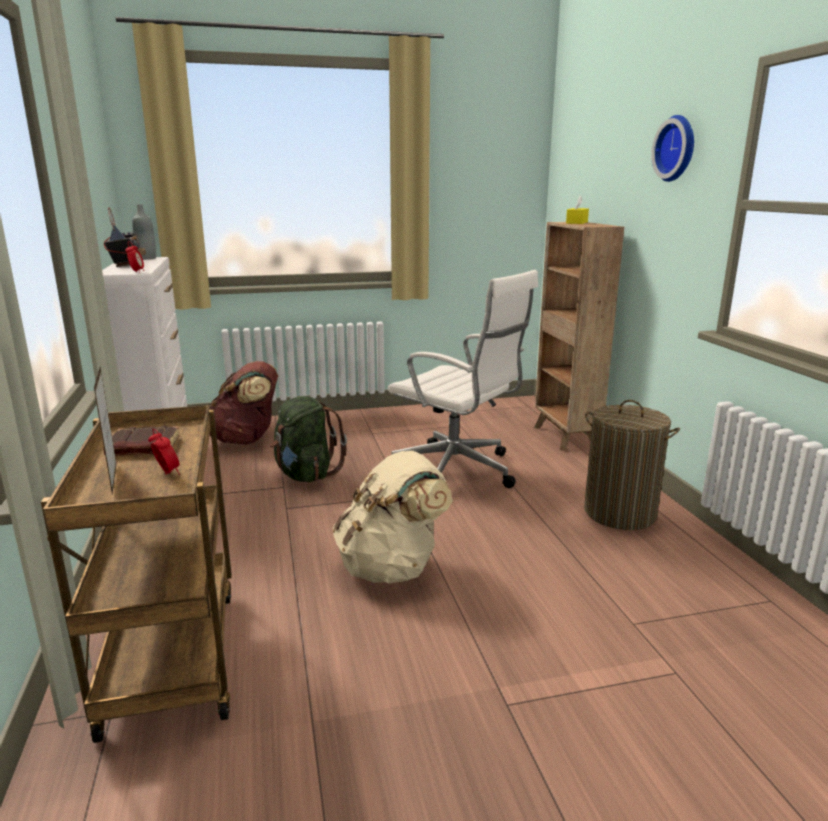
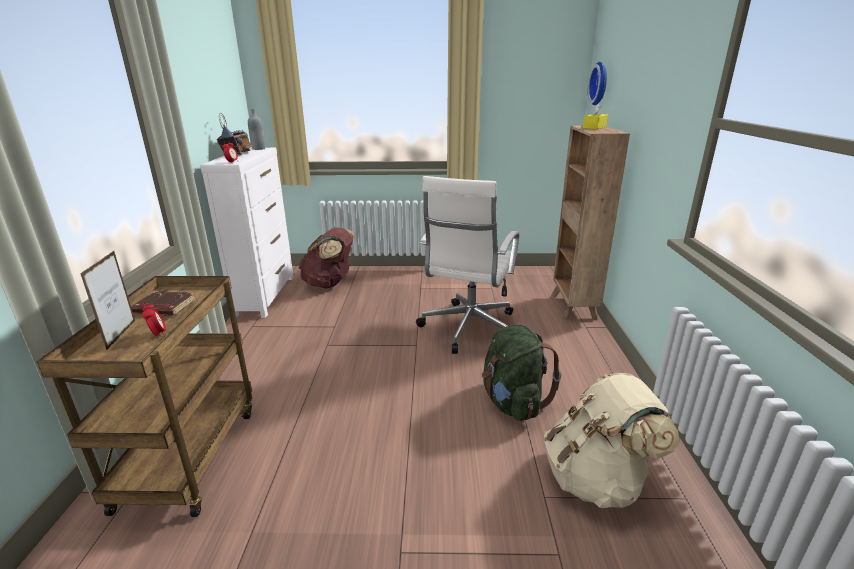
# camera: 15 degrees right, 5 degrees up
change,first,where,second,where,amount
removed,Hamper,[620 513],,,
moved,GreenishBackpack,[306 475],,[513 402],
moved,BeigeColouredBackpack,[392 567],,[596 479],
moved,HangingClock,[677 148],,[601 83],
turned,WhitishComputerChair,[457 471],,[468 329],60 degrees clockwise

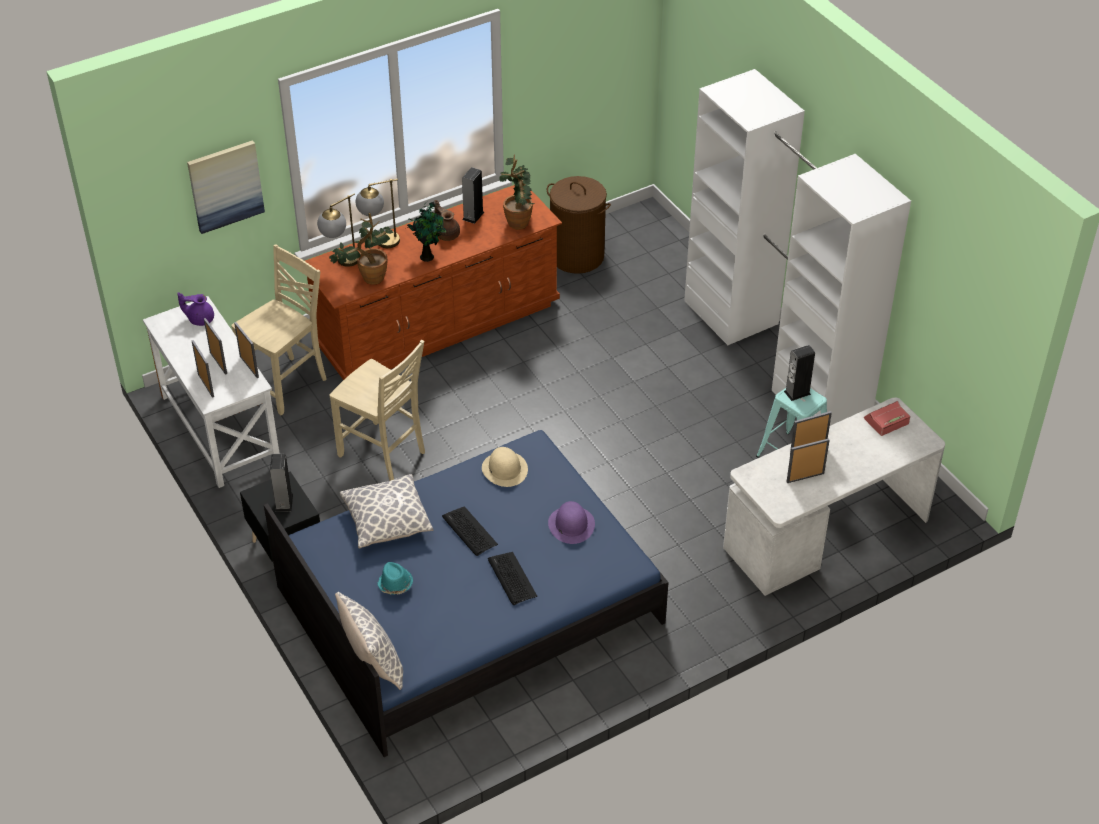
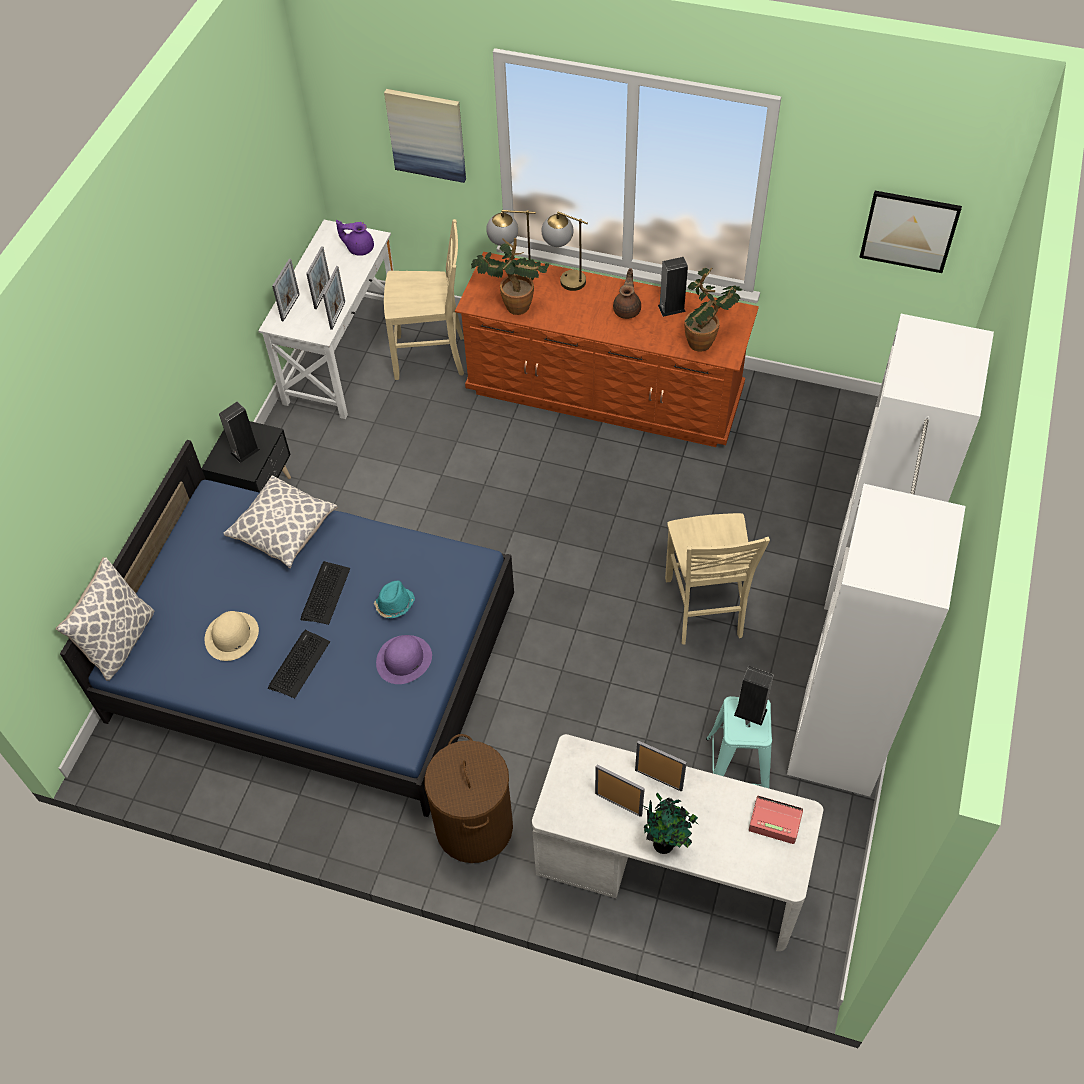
# camera: 50 degrees right, 10 degrees up
change,first,where,second,where,amount
added,,,WallArt,[909 231],
moved,BeigeColouredPlainChair,[383 454],,[704 609],
moved,BlueGreenHat,[395 584],,[394 604],
moved,PottedPlant,[428 256],,[665 844],
moved,BeigeColouredHat,[505 469],,[232 636],
moved,BrownHamper,[577 256],,[474 827],
turned,PurplishPotForTea,[200 319],,[359 248],45 degrees counterclockwise

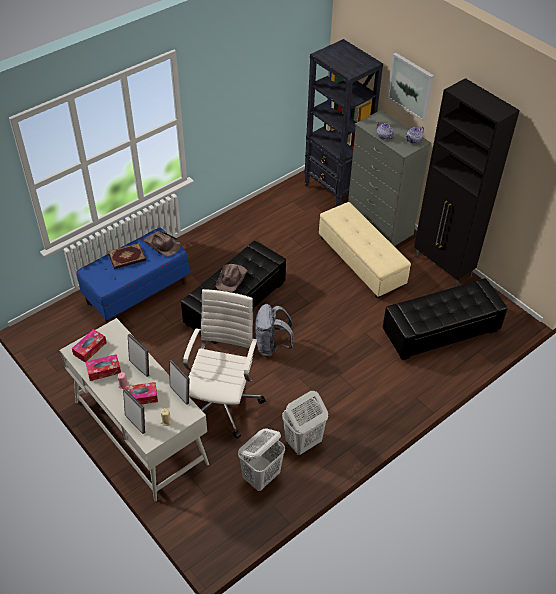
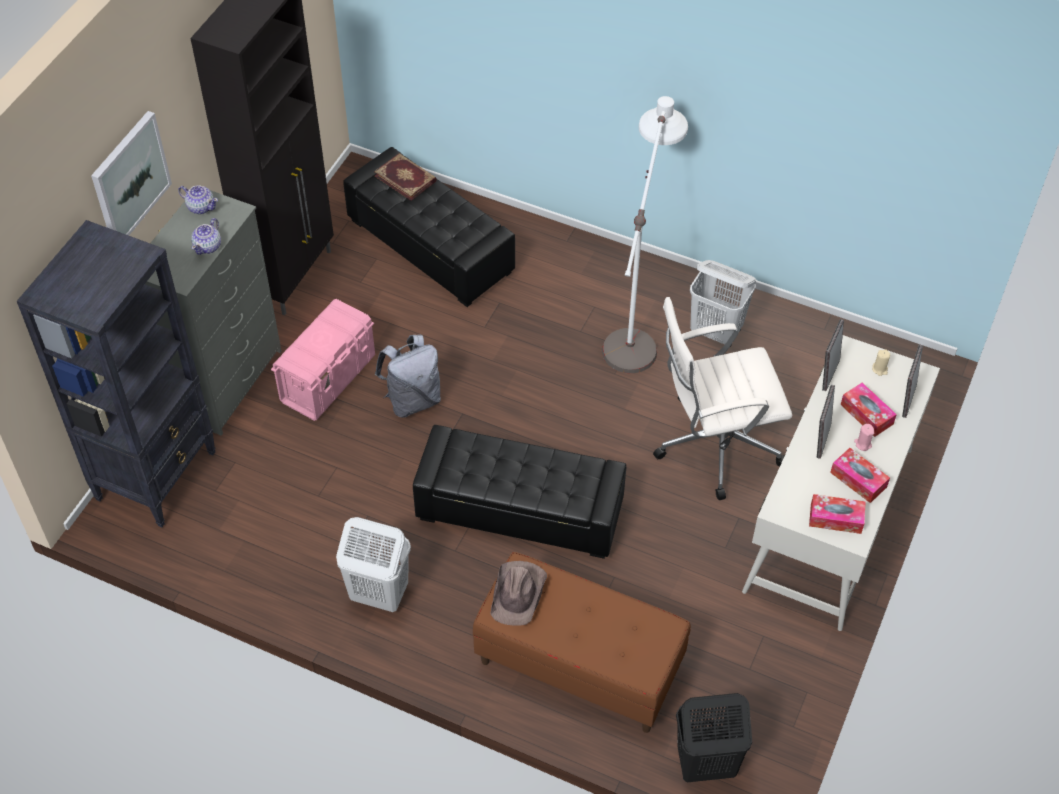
# camera: 115 degrees left, 5 degrees up
change,first,where,second,where,amount
removed,BrownHat,[232 278],,,
added,,,WhitishStandardLamp,[637 322],
added,,,BlackColouredHamper,[705 764],
moved,BoundBook,[127 258],,[406 178],
moved,WhitishHamper,[261 476],,[378 594],
moved,GreyBackpack,[272 346],,[412 400],
replaced,BeigeColouredPouffe,[361 260],PinkColouredStorageBin,[328 379],
recoloured,BluishLongSeat,[137 292],BrownLongSeat,[578 665],

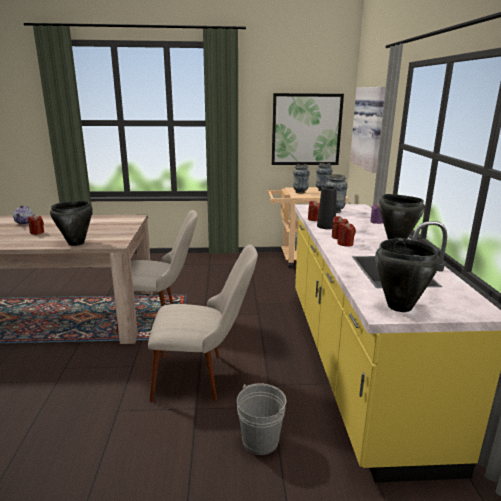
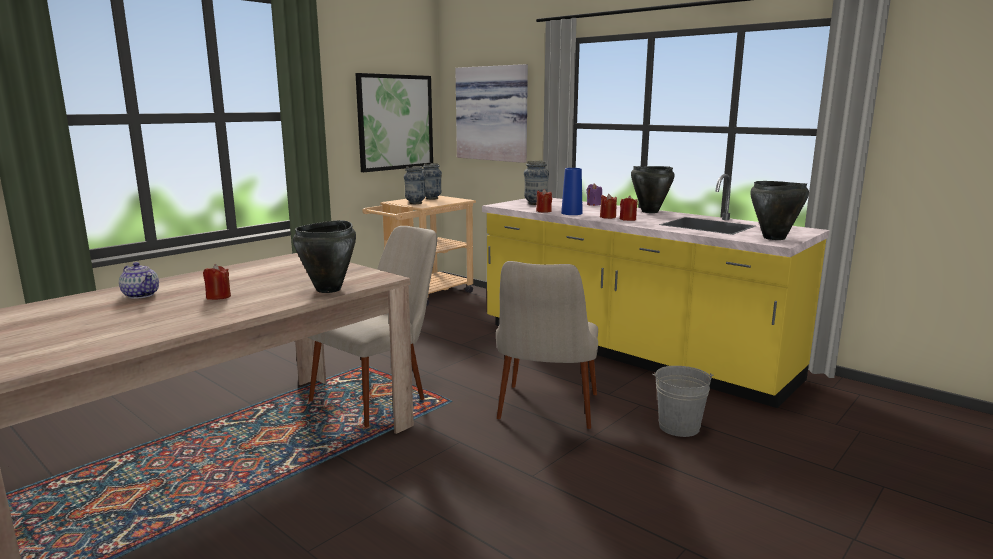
# camera: 45 degrees left, 5 degrees down
change,first,where,second,where,amount
recoloured,BlackColouredDecorativeVase,[326 226],BluishDecorativeVase,[571 213],
turned,BeigeColouredPlainChair,[203 376],,[545 415],150 degrees clockwise

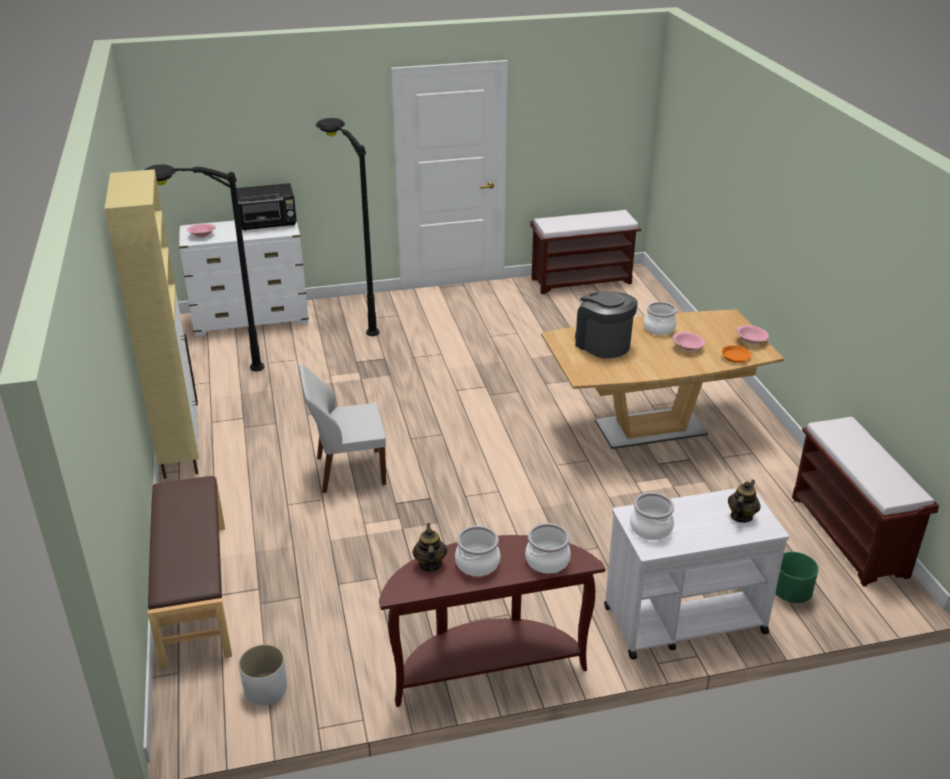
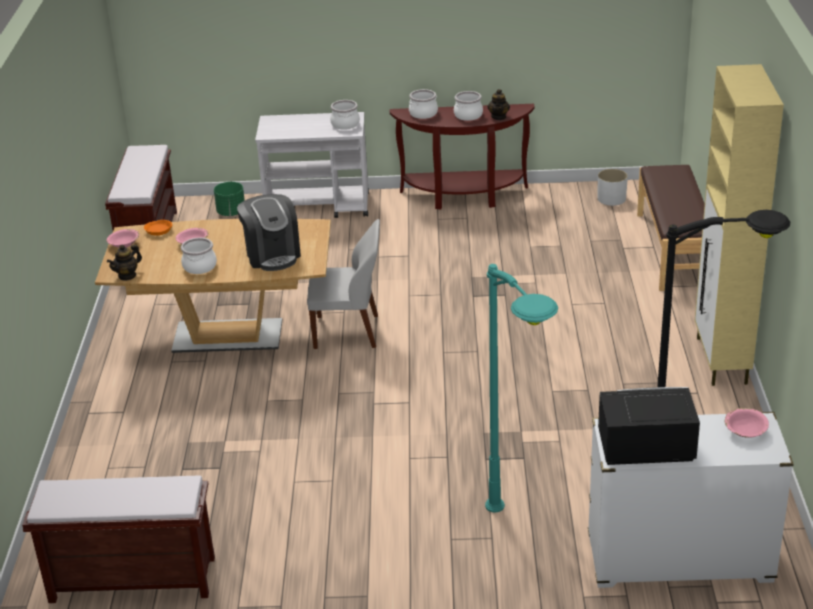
# camera: 165 degrees left, 0 degrees up
change,first,where,second,where,amount
moved,WhitishPlainChair,[348 471],,[349 332],
moved,PotForTea,[741 516],,[127 275],
recoloured,BlackColouredStandardLamp,[352 316],BlueGreenStandardLamp,[520 545],

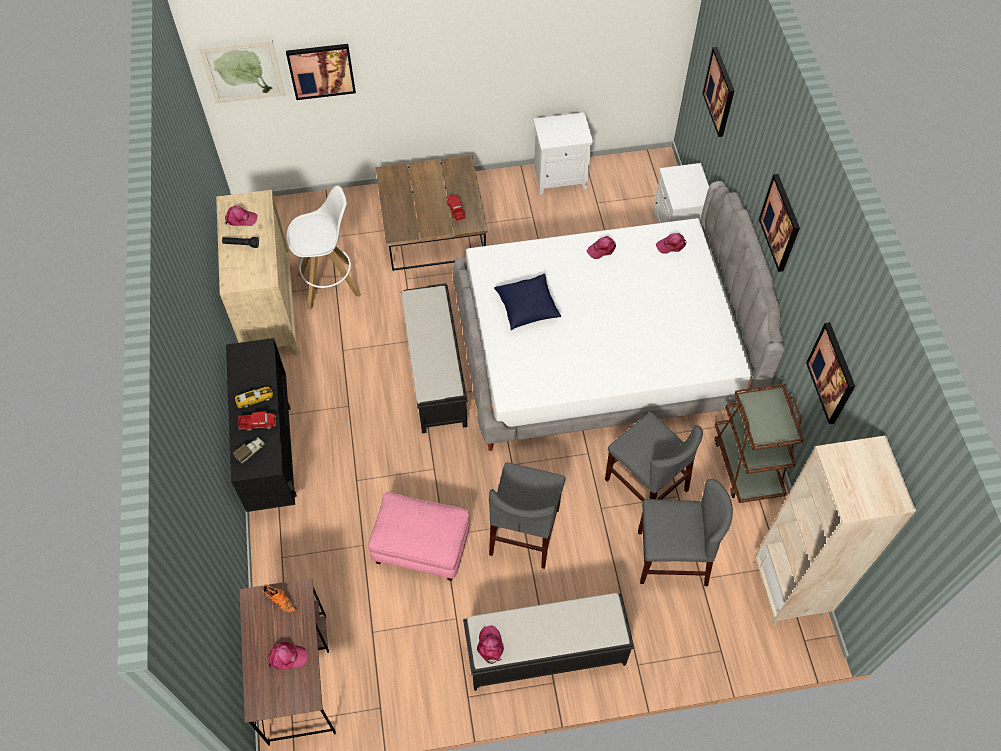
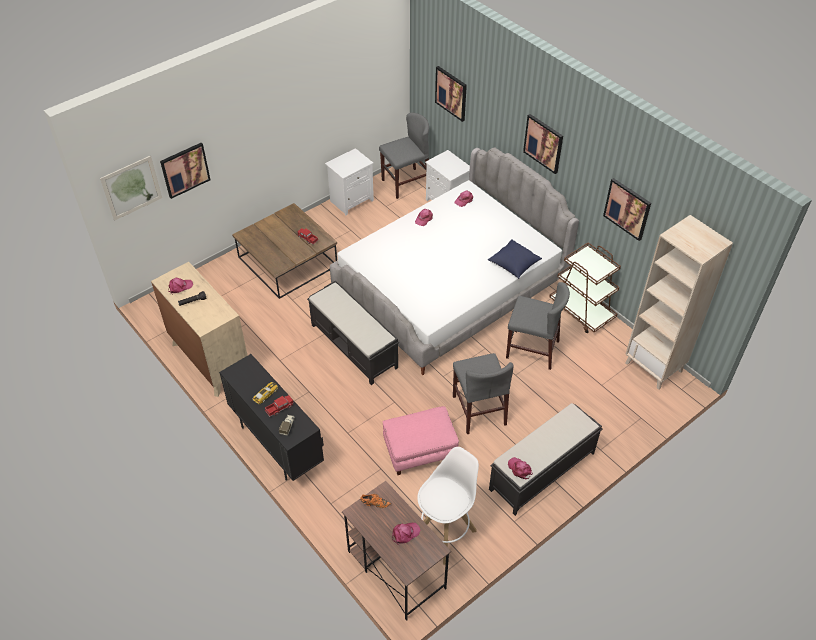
# camera: 30 degrees left, 10 degrees down
change,first,where,second,where,amount
moved,WhitishSittingStool,[330 284],,[445 533],
moved,BluishThrowPillow,[527 308],,[513 265],
moved,GreyPlainChair,[672 558],,[406 183],

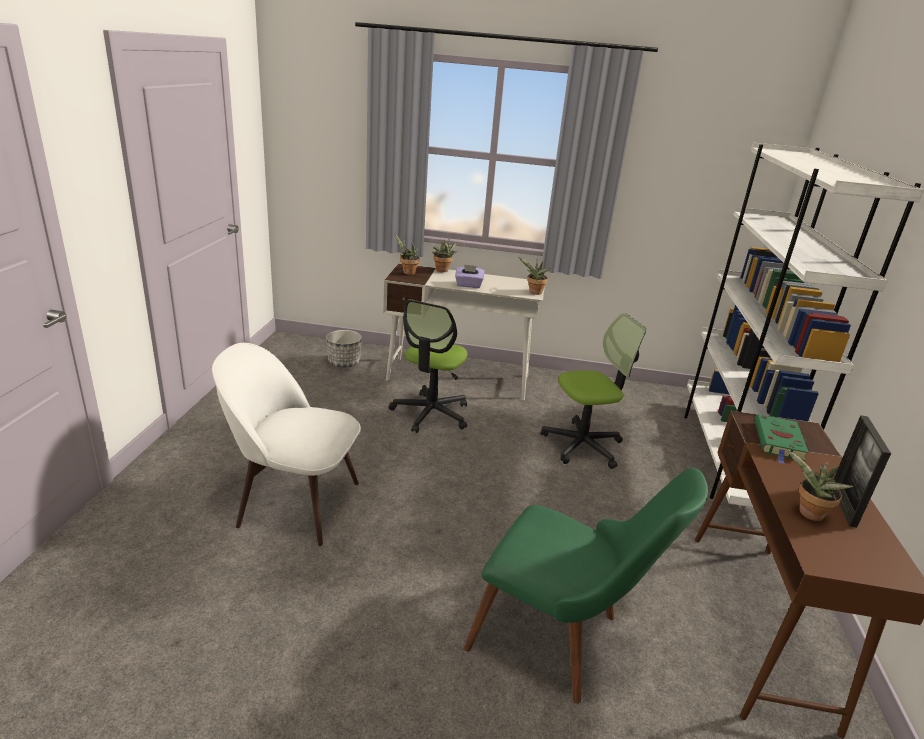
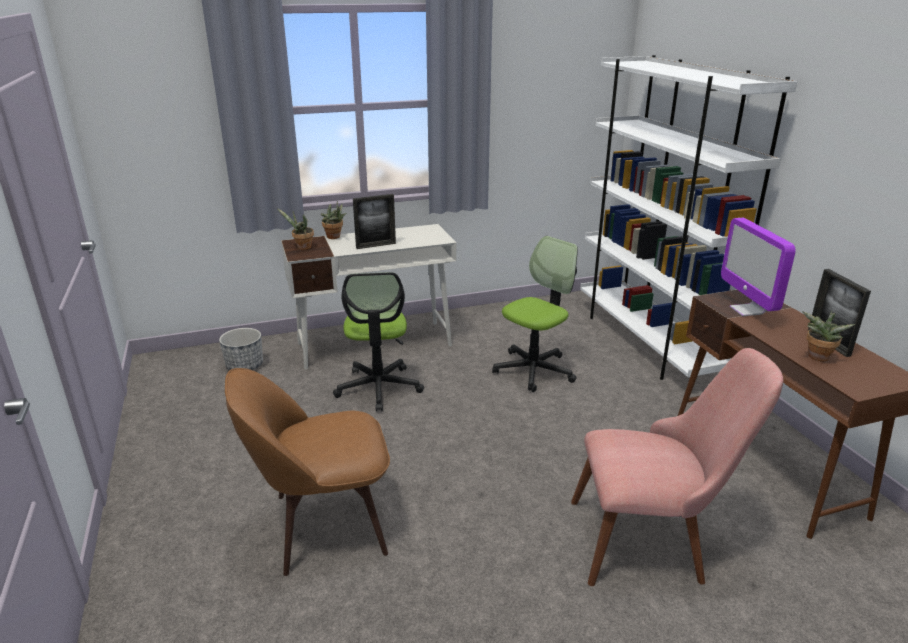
# camera: 25 degrees left, 0 degrees up
change,first,where,second,where,amount
removed,PottedPlant,[534 293],,,
replaced,PurplishTissueHolder,[468 285],PictureFrame,[376 245],
replaced,GreenishBoundBook,[779 442],ComputerDisplay,[747 310],
recoloured,WhitishPlainChair,[295 502],BrownPlainChair,[323 525],
recoloured,GreenishPlainChair,[562 639],PinkColouredPlainChair,[653 540],

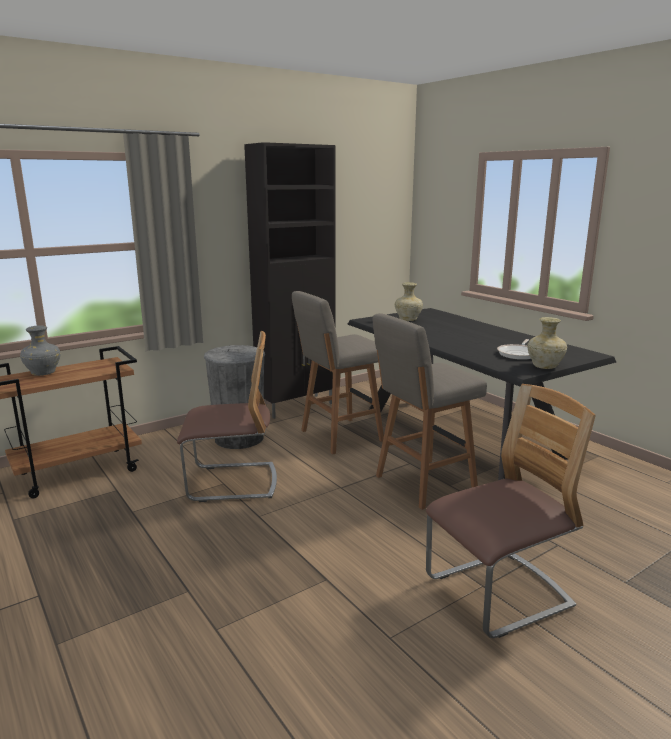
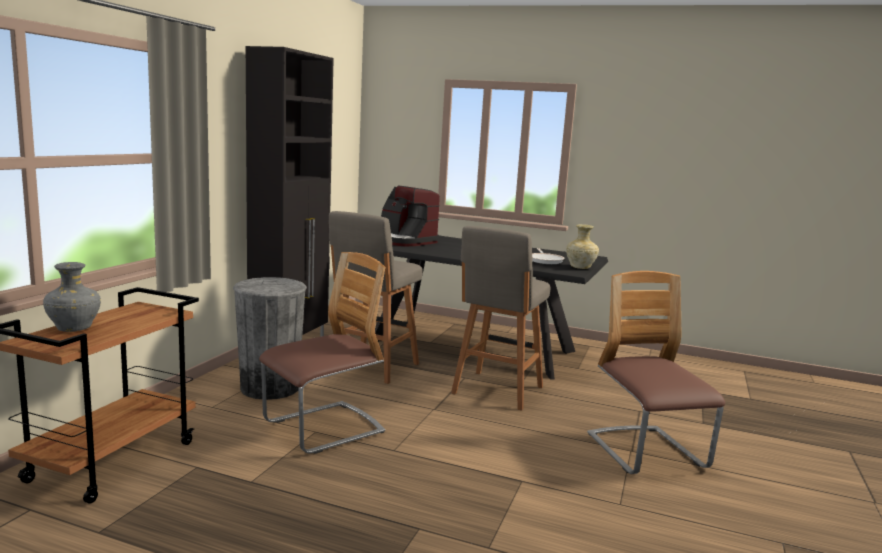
# camera: 35 degrees left, 5 degrees down
change,first,where,second,where,amount
replaced,BeigeColouredDecorativeVase,[408 320],CoffeeMaker,[404 241],
turned,PlainChair,[498 593],,[646 452],45 degrees counterclockwise

